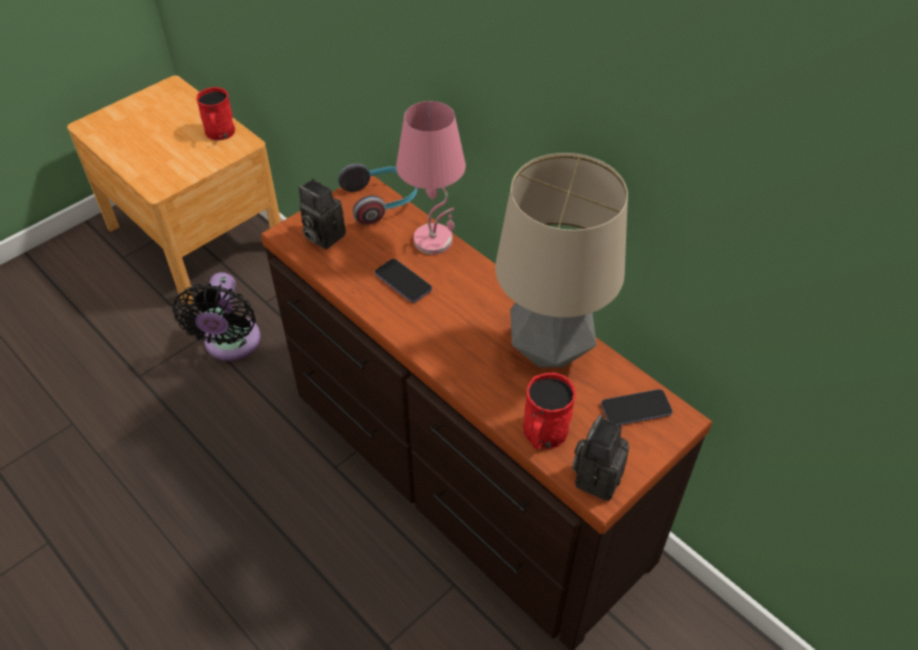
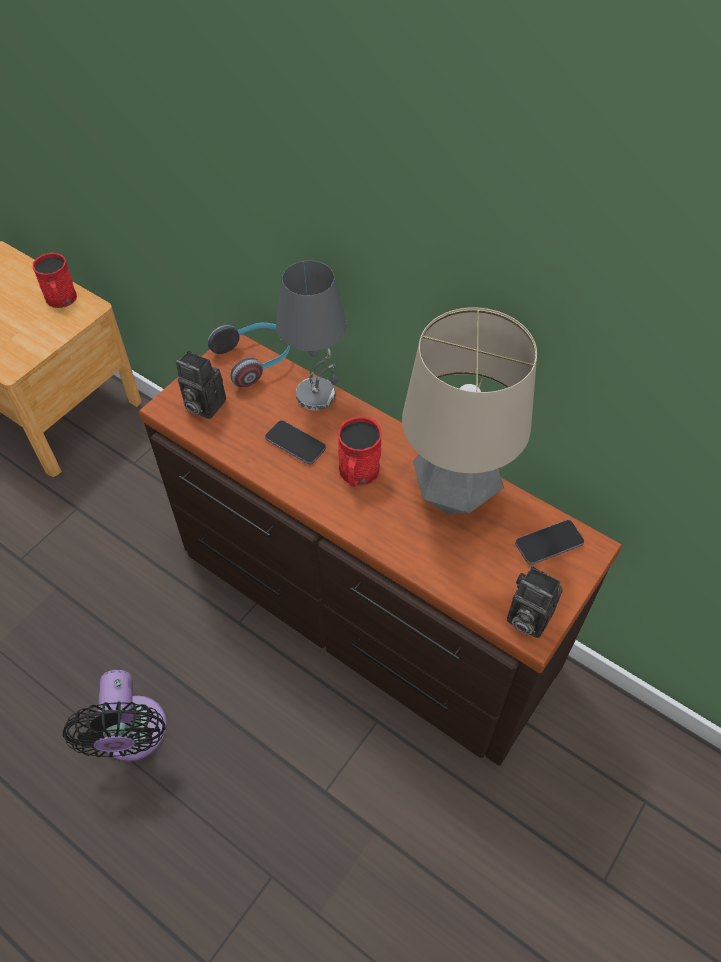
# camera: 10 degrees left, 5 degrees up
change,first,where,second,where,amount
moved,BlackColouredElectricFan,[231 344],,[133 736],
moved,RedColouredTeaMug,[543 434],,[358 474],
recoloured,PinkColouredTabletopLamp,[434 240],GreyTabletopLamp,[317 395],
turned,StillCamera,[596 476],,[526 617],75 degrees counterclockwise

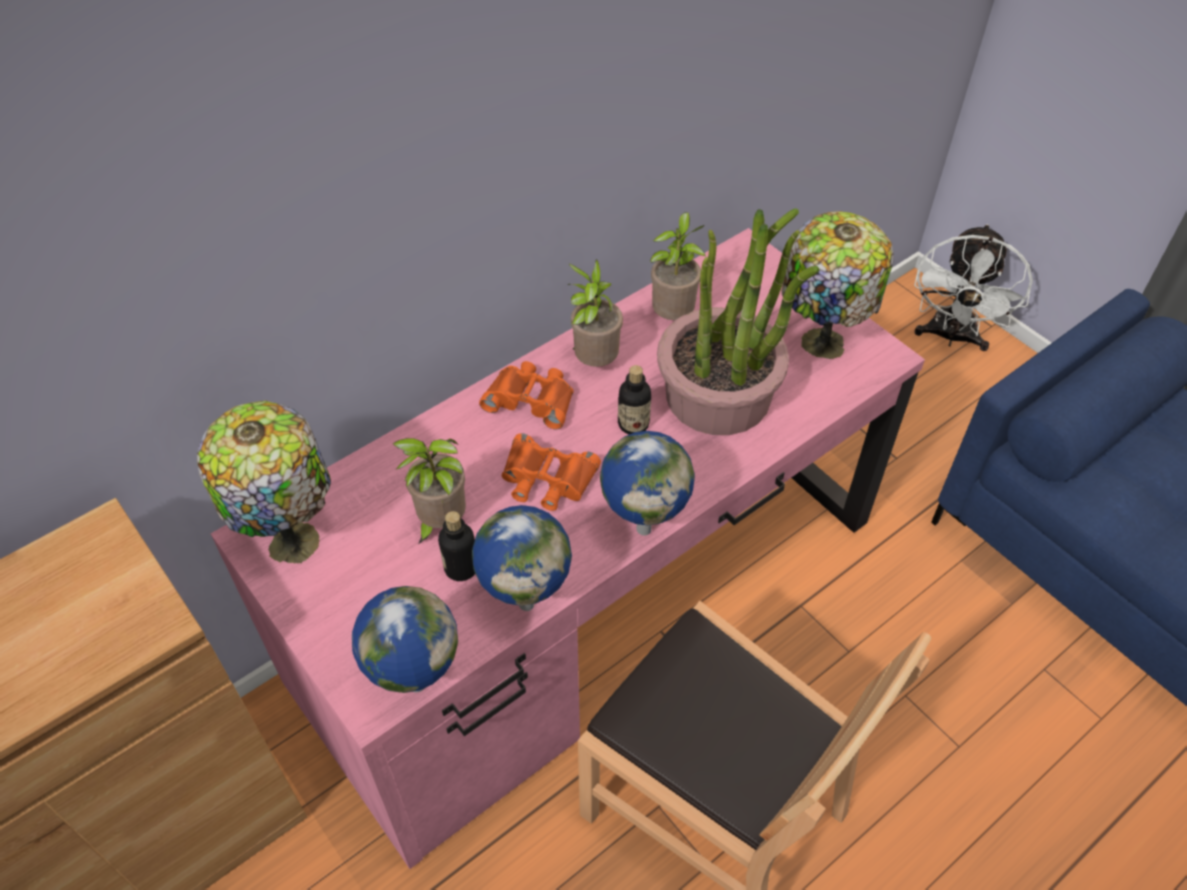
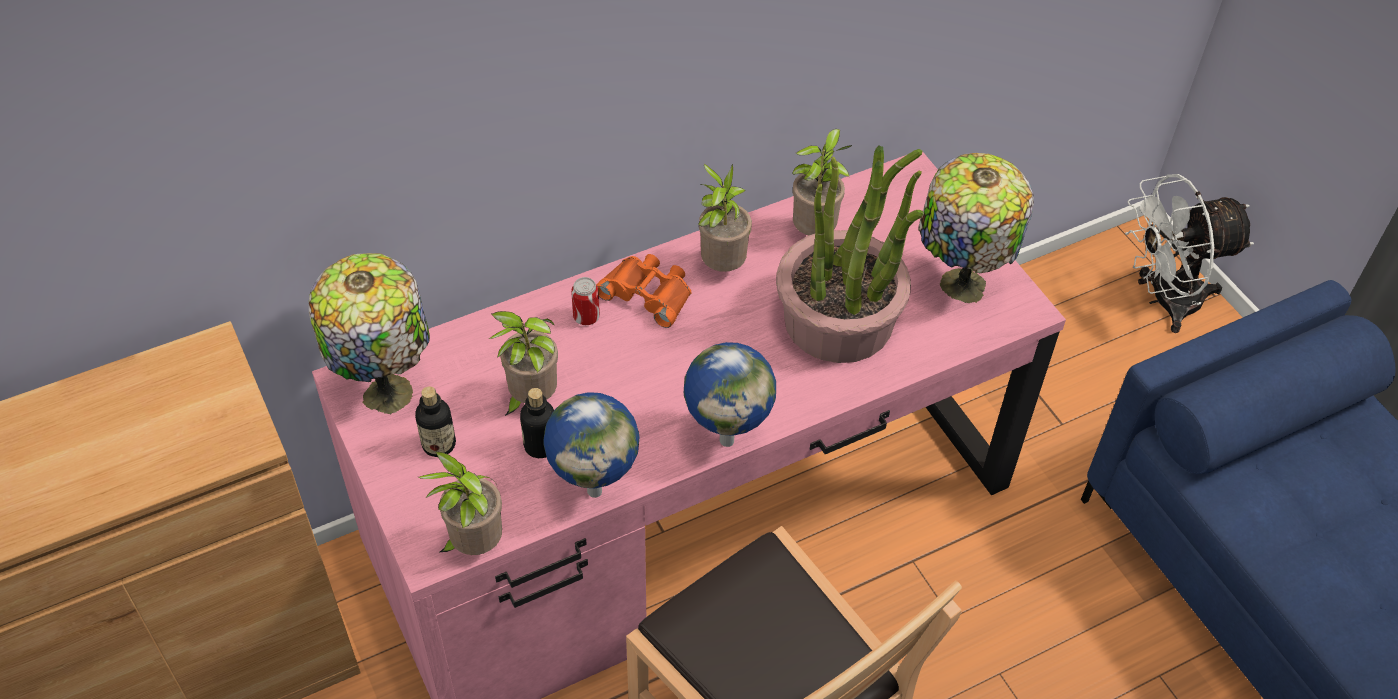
# camera: 10 degrees right, 0 degrees up
change,first,where,second,where,amount
removed,OrangeColouredFieldGlasses,[547 479],,,
added,,,SealedCan,[586 317],
moved,BeverageBottle,[633 424],,[439 444],
replaced,DeskGlobe,[415 684],PottedPlant,[473 545],
turned,WhitishElectricFan,[951 337],,[1164 301],45 degrees clockwise

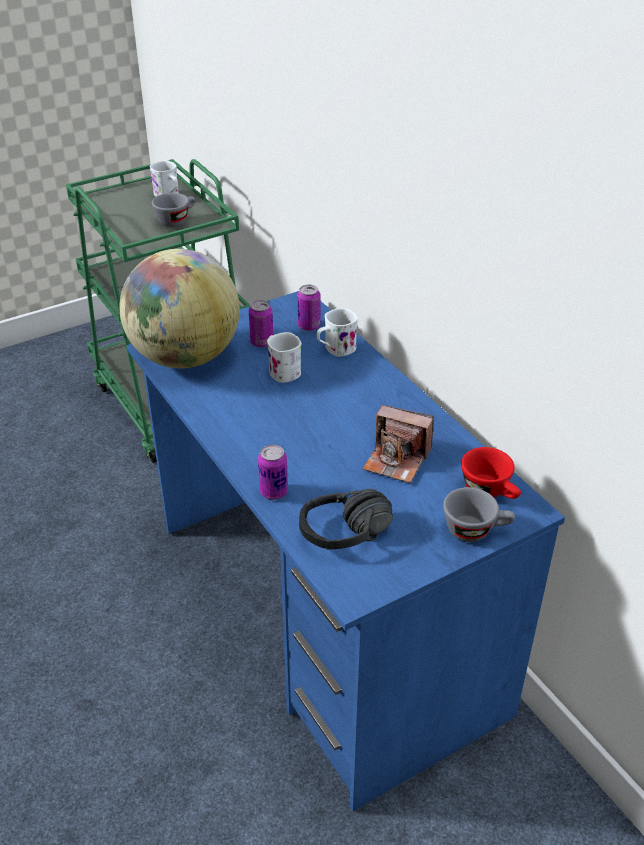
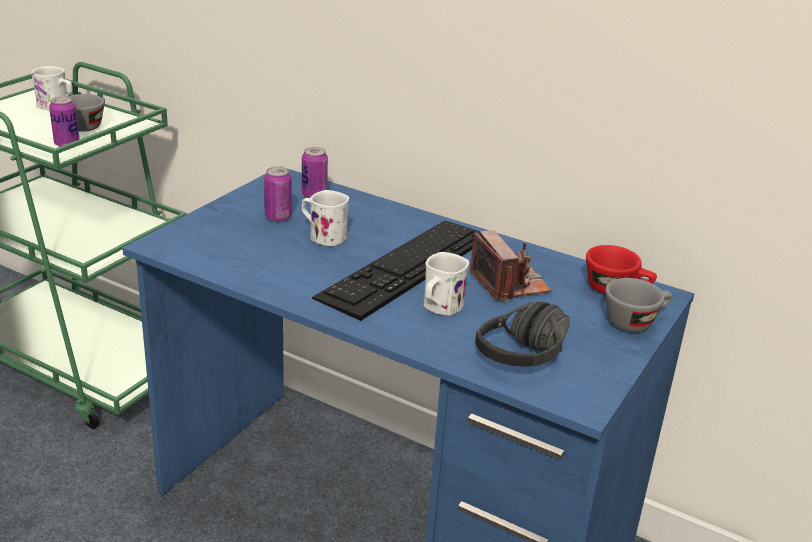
# camera: 30 degrees left, 10 degrees down
change,first,where,second,where,amount
removed,DeskGlobe,[185 357],,,
added,,,ComputerKeyboard,[406 266],
moved,SealedCan,[273 492],,[67 144],
moved,WhitishTeaMug,[335 350],,[439 308],
turned,StillCamera,[397 460],,[509 284],105 degrees counterclockwise

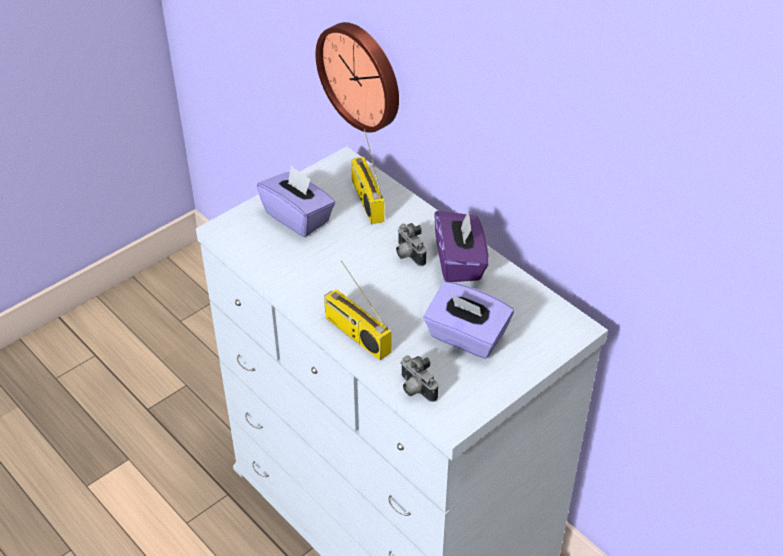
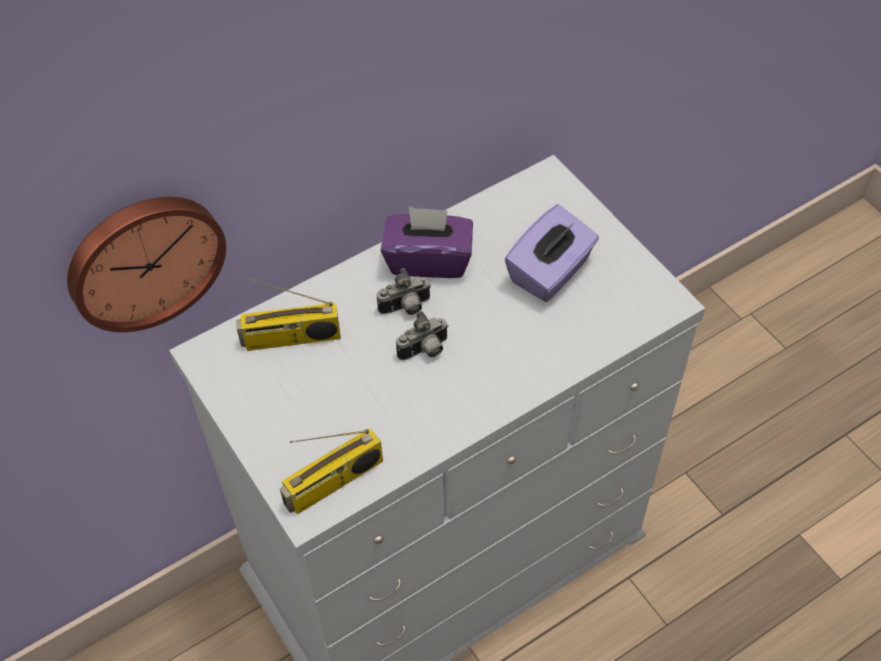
# camera: 80 degrees left, 10 degrees up
change,first,where,second,where,amount
removed,PurplishTissueHolder,[298 217],,,
moved,RadioReceiver,[355 334],,[334 483],
moved,StillCamera,[415 390],,[425 351],

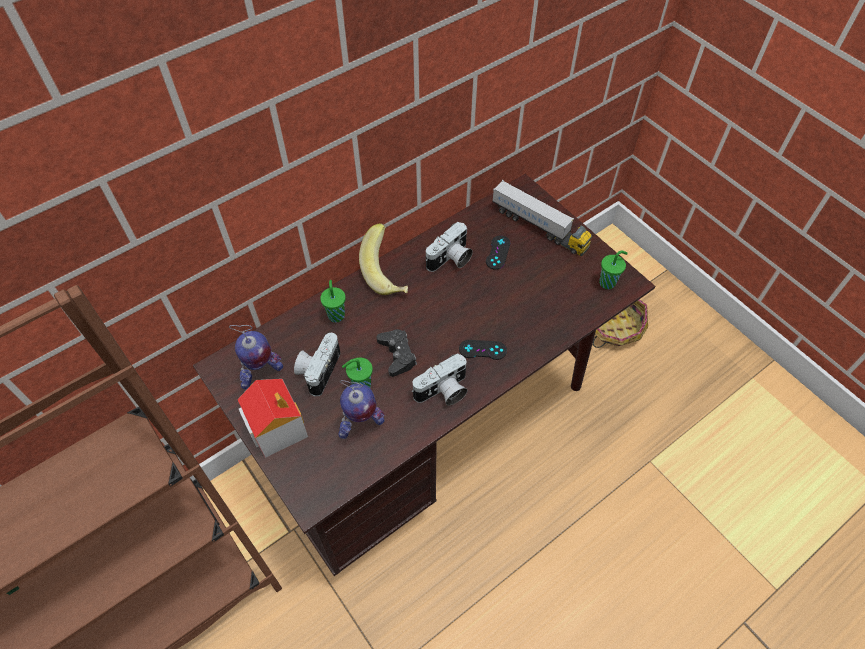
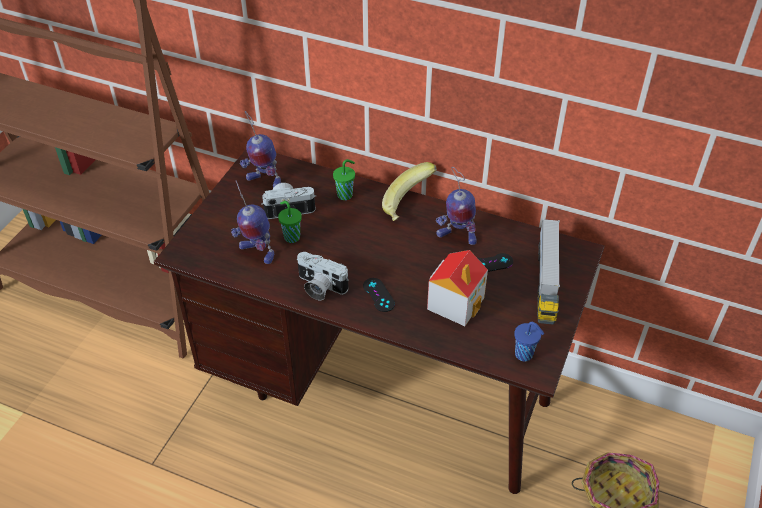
# camera: 60 degrees right, 10 degrees down
change,first,where,second,where,amount
removed,BlackColouredGameController,[397 355],,,
moved,MiniatureHouse,[277 427],,[456 303],
replaced,StillCamera,[451 259],RobotFigure,[456 236],
recoloured,GreenishSmallCup,[608 282],BluishSmallCup,[525 355],

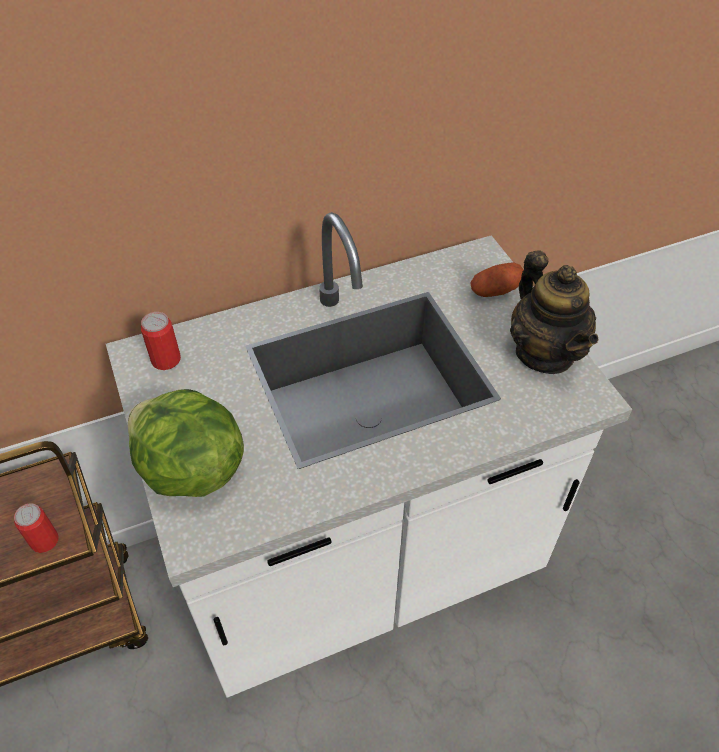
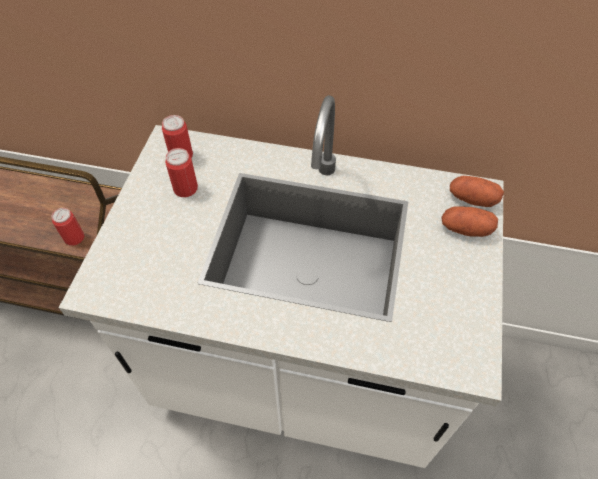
# camera: 35 degrees right, 5 degrees up
change,first,where,second,where,amount
removed,HeadOfLettuce,[190 471],,,
removed,PotForTea,[544 353],,,
added,,,SealedCan,[185 188],
added,,,Potato,[472 199],

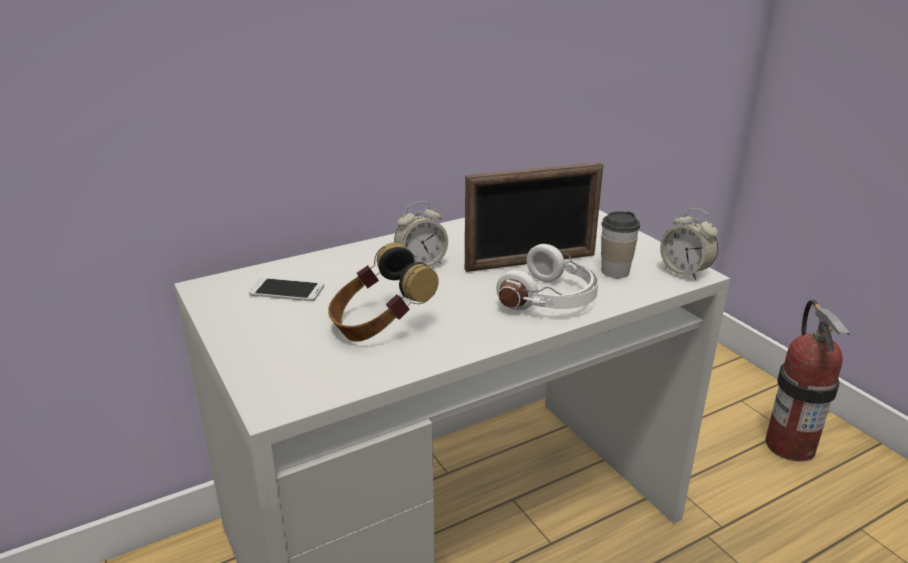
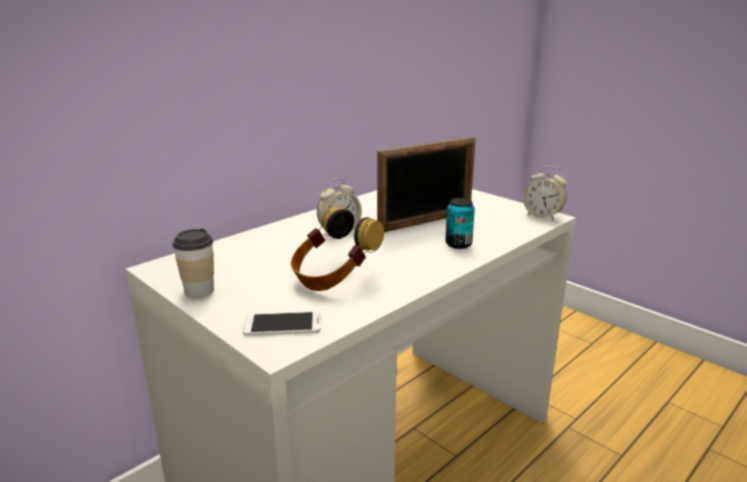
# camera: 15 degrees left, 5 degrees down
change,first,where,second,where,amount
removed,FireFightingCylinder,[790 445],,,
moved,Phone,[287 290],,[282 324],
moved,SmallCup,[615 271],,[199 291],
replaced,WhitishPairOfHeadphones,[551 299],SealedCan,[458 244],

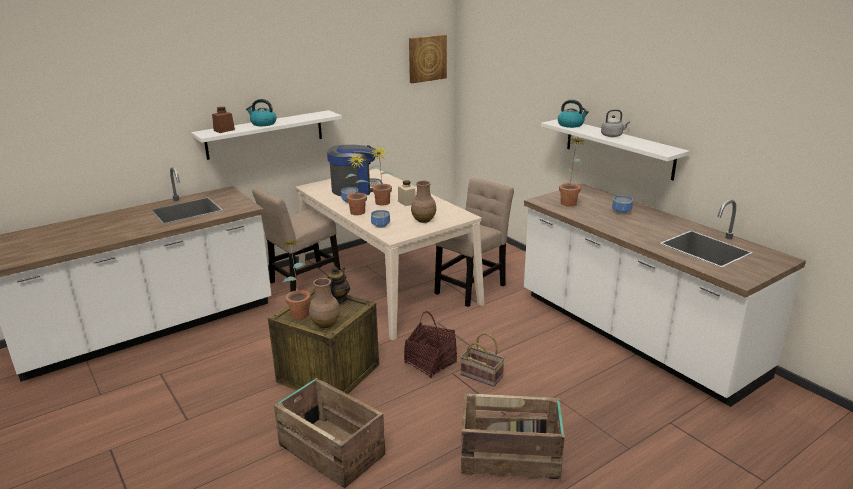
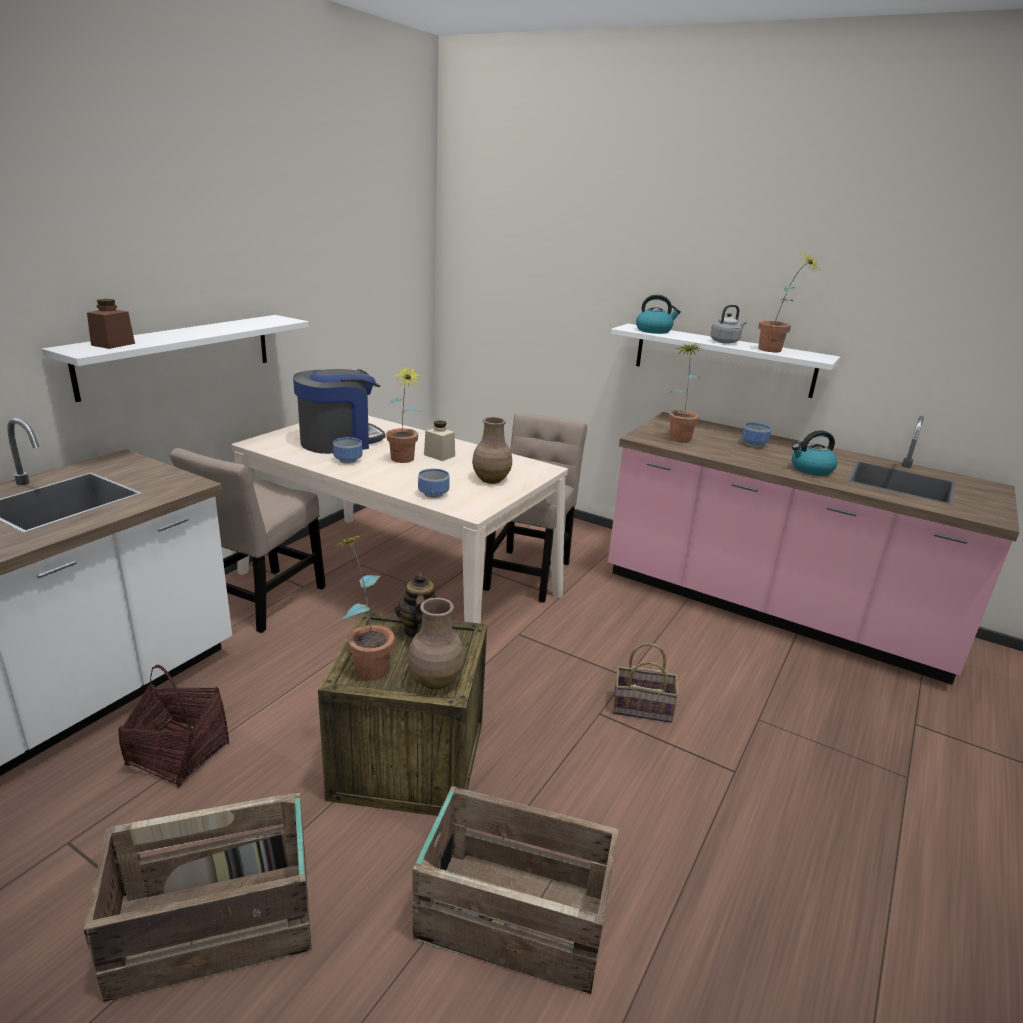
# camera: 25 degrees left, 0 degrees up
change,first,where,second,where,amount
removed,WallArt,[427 58],,,
moved,WaterKettle,[263 124],,[811 469],
moved,PottedPlant,[358 214],,[775 351],
moved,HouseholdBasket,[430 363],,[178 755],
moved,ShippingCrate,[511 456],,[218 924],
recoloured,WhitishCounter,[634 335],PinkColouredCounter,[772 607],

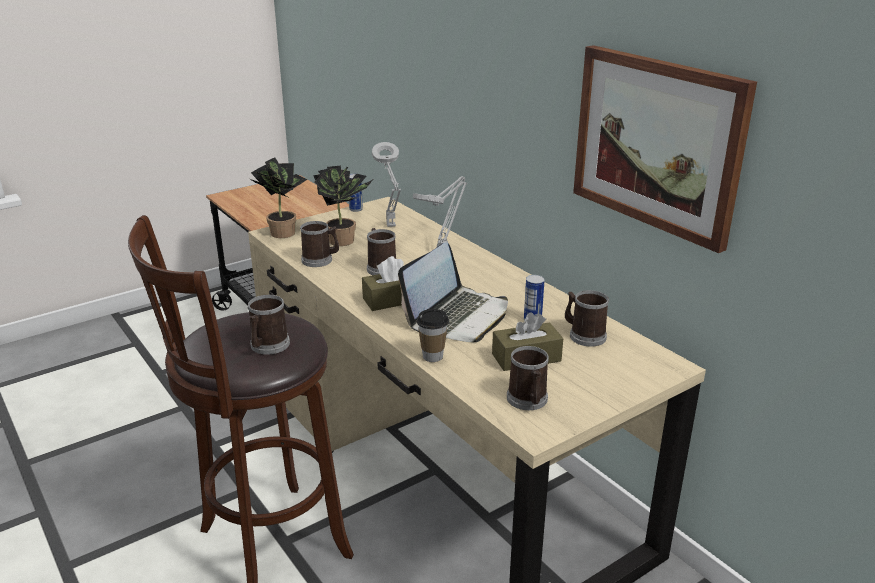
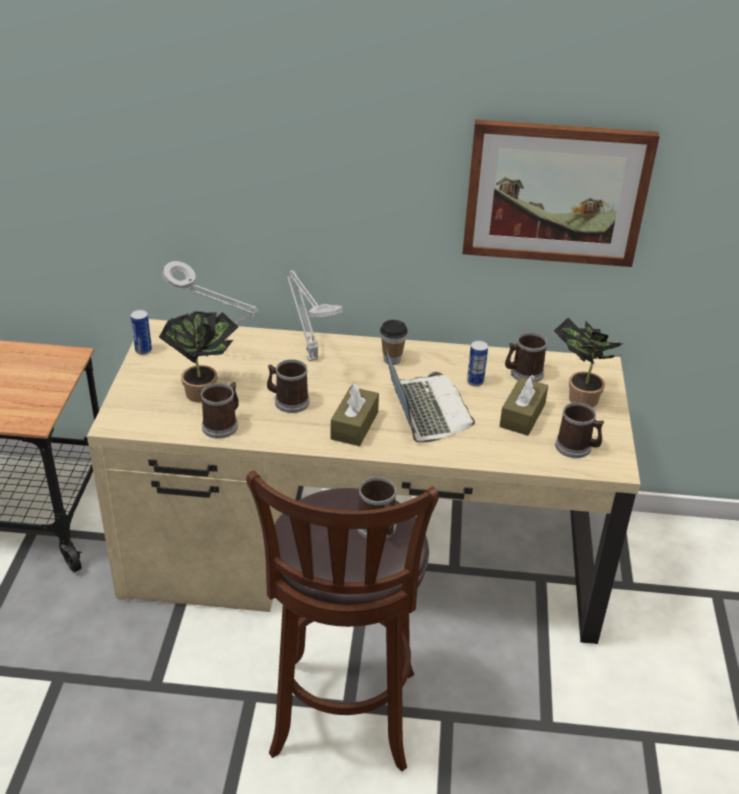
# camera: 50 degrees left, 10 degrees up
change,first,where,second,where,amount
moved,PottedPlant,[281 231],,[578 398],
moved,SmallCup,[432 356],,[392 360],

